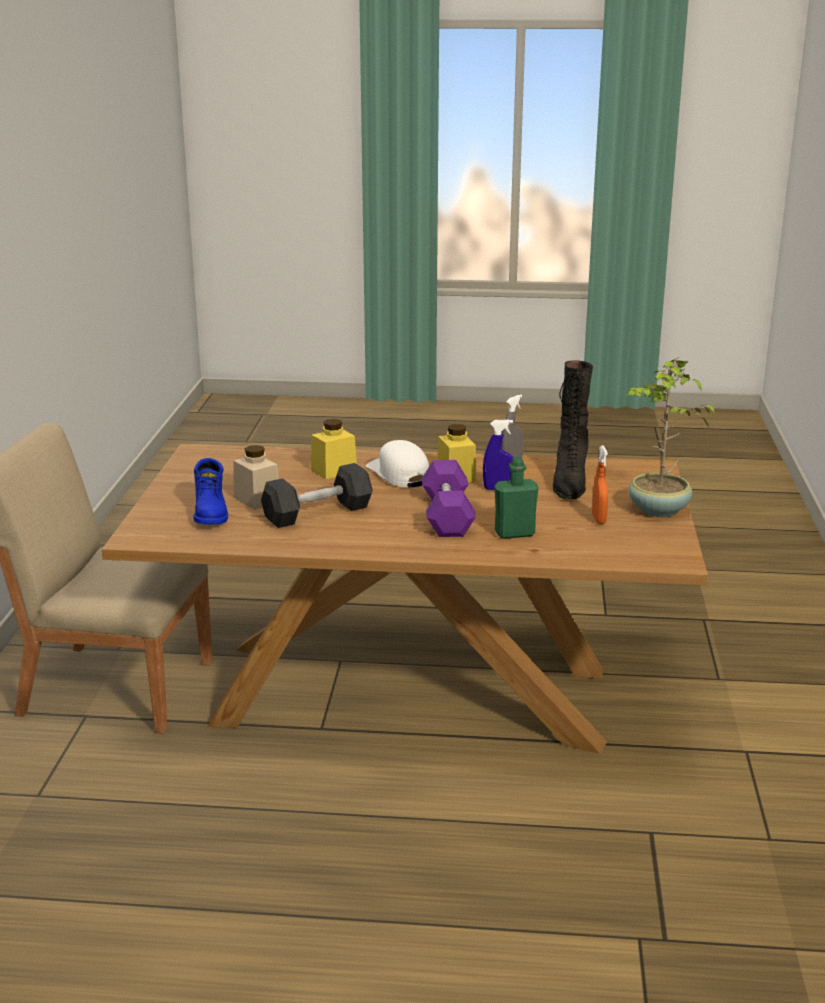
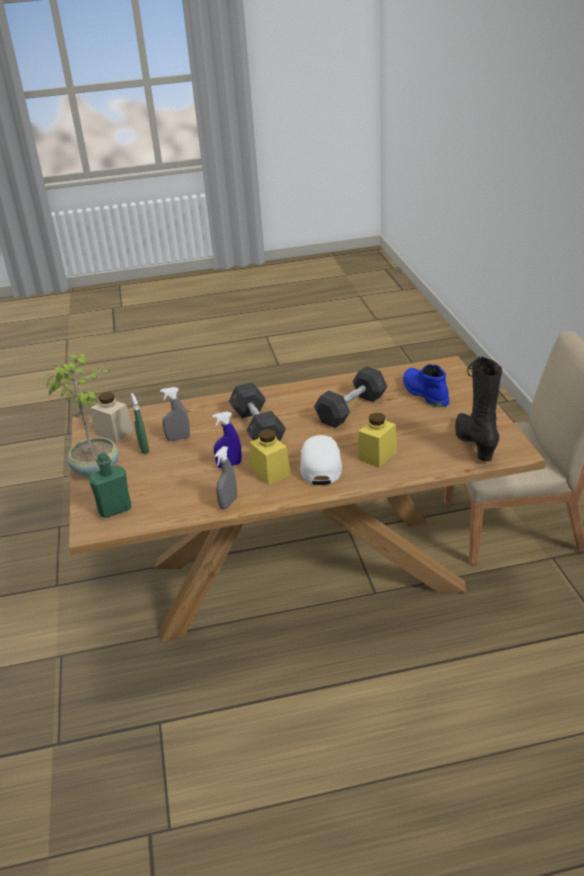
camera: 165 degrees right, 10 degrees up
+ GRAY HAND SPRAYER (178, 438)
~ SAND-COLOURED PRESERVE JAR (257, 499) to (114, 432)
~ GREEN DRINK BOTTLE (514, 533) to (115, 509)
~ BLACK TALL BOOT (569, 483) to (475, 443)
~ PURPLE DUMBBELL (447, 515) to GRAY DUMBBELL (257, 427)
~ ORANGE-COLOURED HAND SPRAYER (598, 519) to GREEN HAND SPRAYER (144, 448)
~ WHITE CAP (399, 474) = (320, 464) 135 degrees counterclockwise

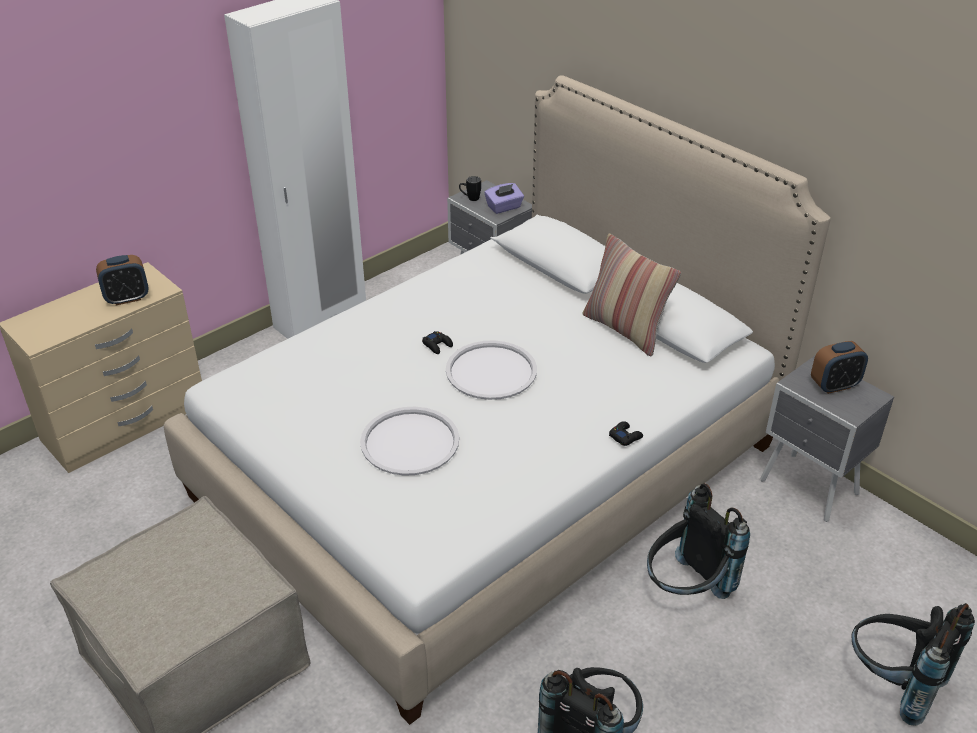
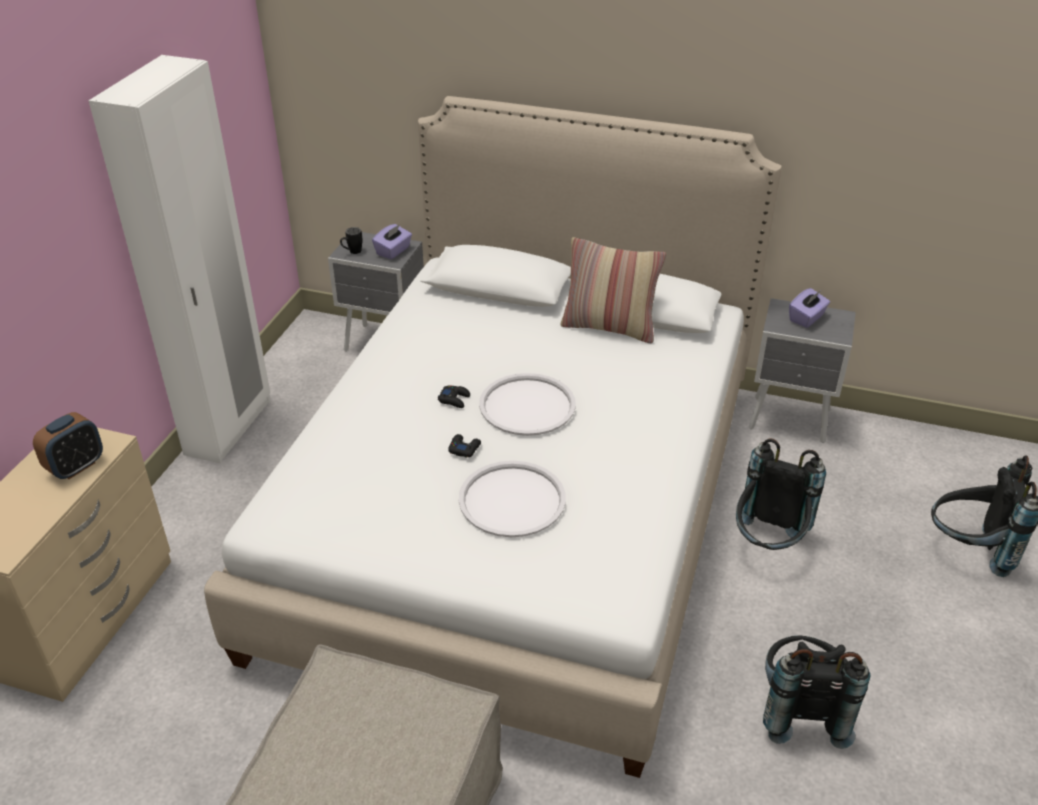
camera: 30 degrees left, 0 degrees up
~ BLACK JOYPAD (625, 436) to (464, 448)
~ ALARM CLOCK (834, 385) to PURPLE TISSUE HOLDER (807, 318)

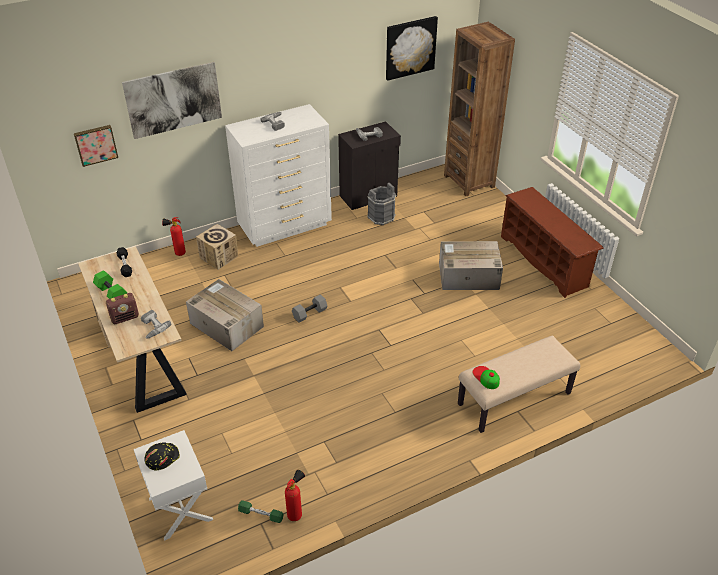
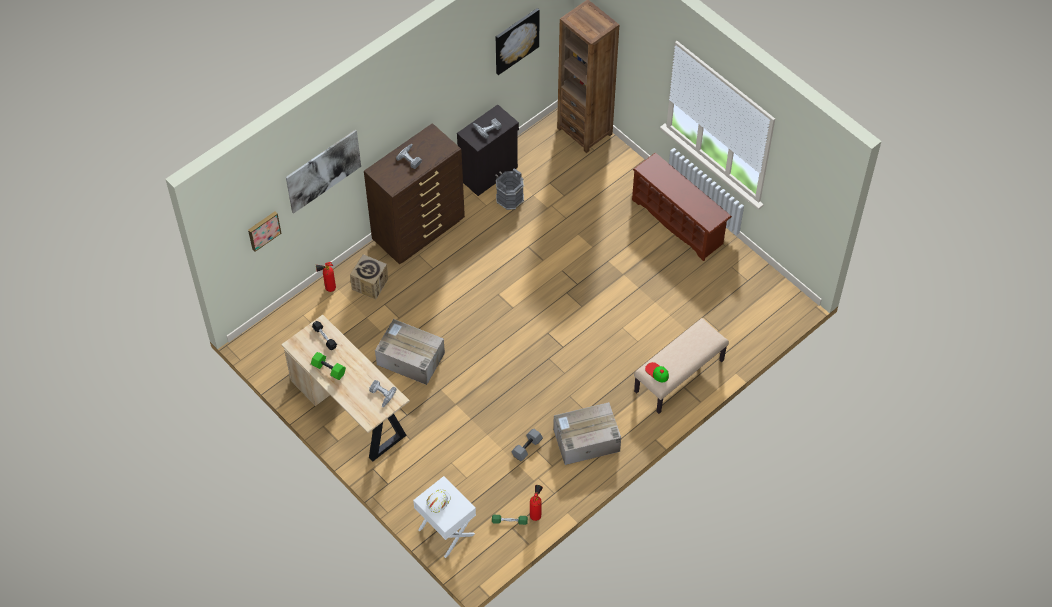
camera: 15 degrees left, 15 degrees up
- RADIO SET (125, 318)
~ GRAY DUMBBELL (310, 314) to (527, 448)
~ CARDBOARD BOX (467, 276) to (585, 440)
~ BLACK SAFETY HELMET (162, 457) to WHITE SAFETY HELMET (438, 501)
~ WHITE DRESSER (285, 226) to BROWN DRESSER (419, 231)

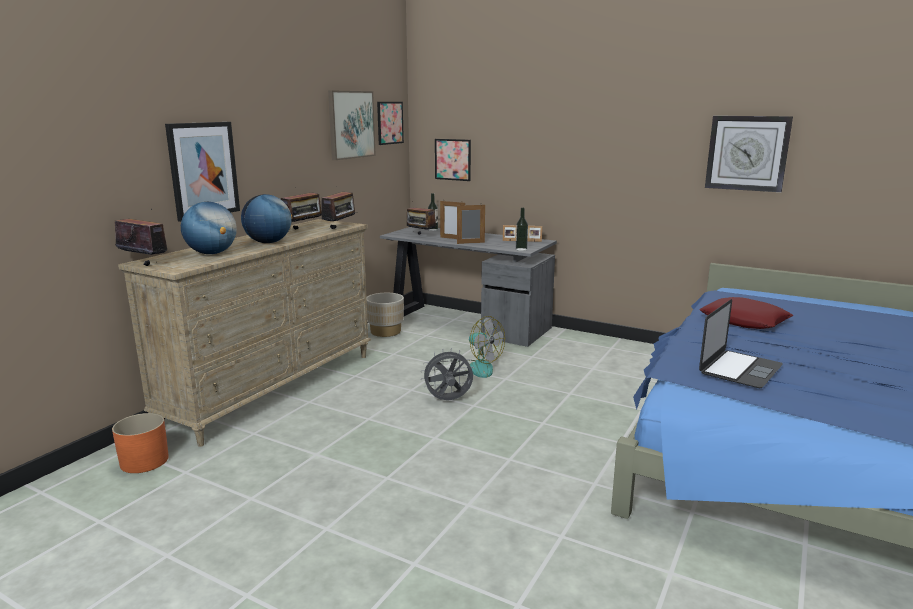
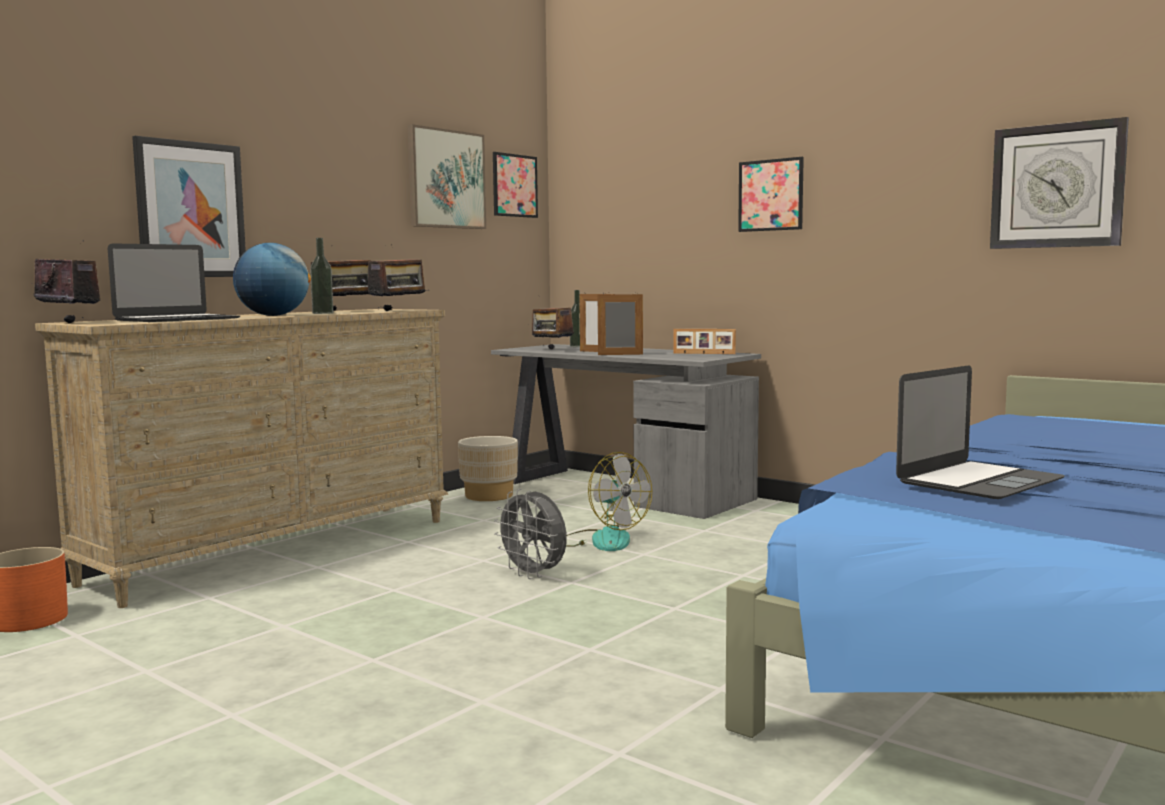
camera: 10 degrees right, 10 degrees down
- RED PILLOW (744, 320)
~ WALL ART (453, 159) to (770, 195)
~ DRINK BOTTLE (521, 249) to (322, 313)
~ GLOBE (212, 253) to NOTEBOOK COMPUTER (177, 319)
~ GRAY FAN (448, 400) = (534, 575) 135 degrees counterclockwise

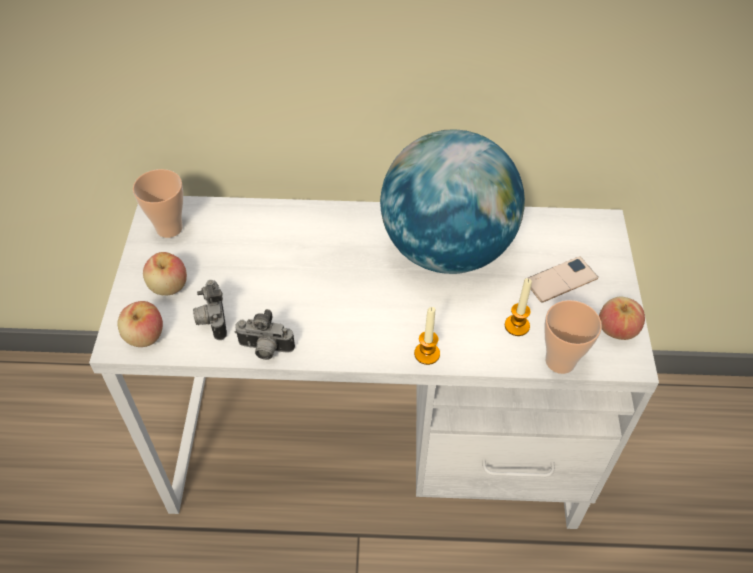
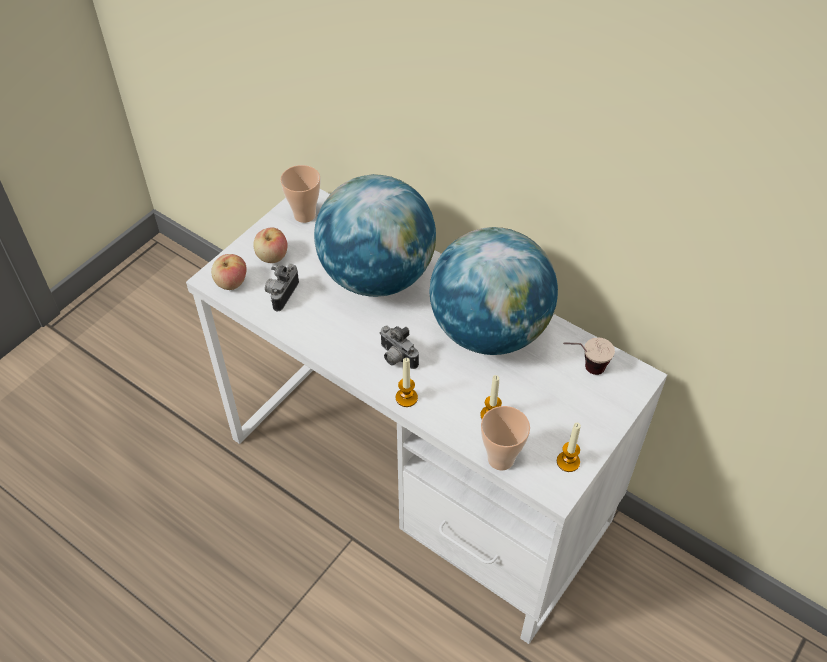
camera: 35 degrees right, 0 degrees up
- HANDSET (560, 280)
+ GLOBE (377, 276)
+ CUP (583, 369)
~ STILL CAMERA (265, 350) to (396, 358)
~ APPLE (616, 330) to WAX CANDLE (568, 462)

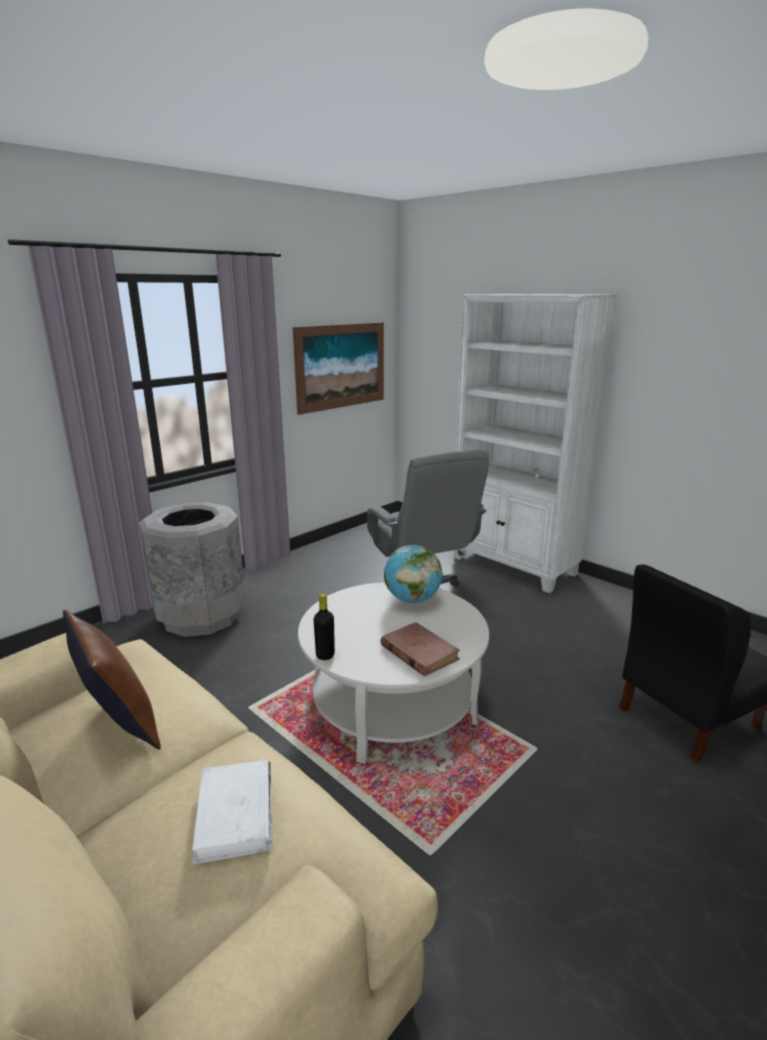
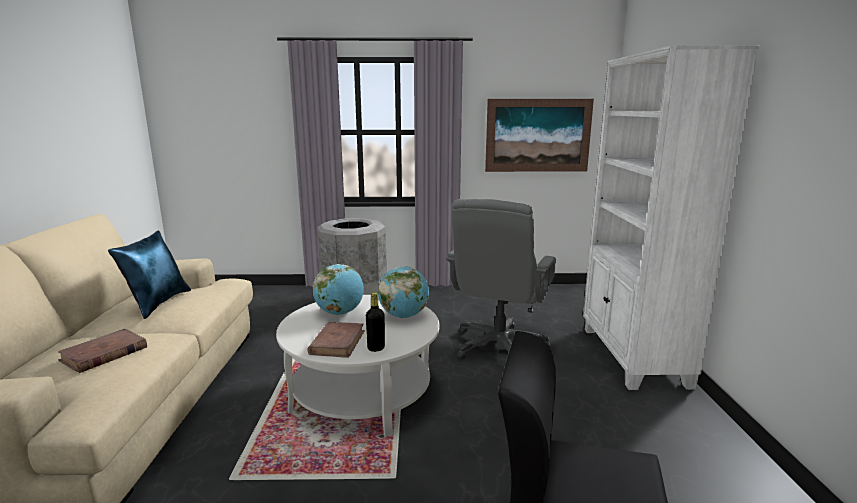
camera: 45 degrees right, 5 degrees down
+ GLOBE (340, 313)
~ BLACK DRINK BOTTLE (325, 655) to (376, 348)
~ BROWN PILLOW (119, 724) to BLUISH PILLOW (158, 303)
~ WHITE VOLUME (235, 813) to BROWN VOLUME (104, 354)

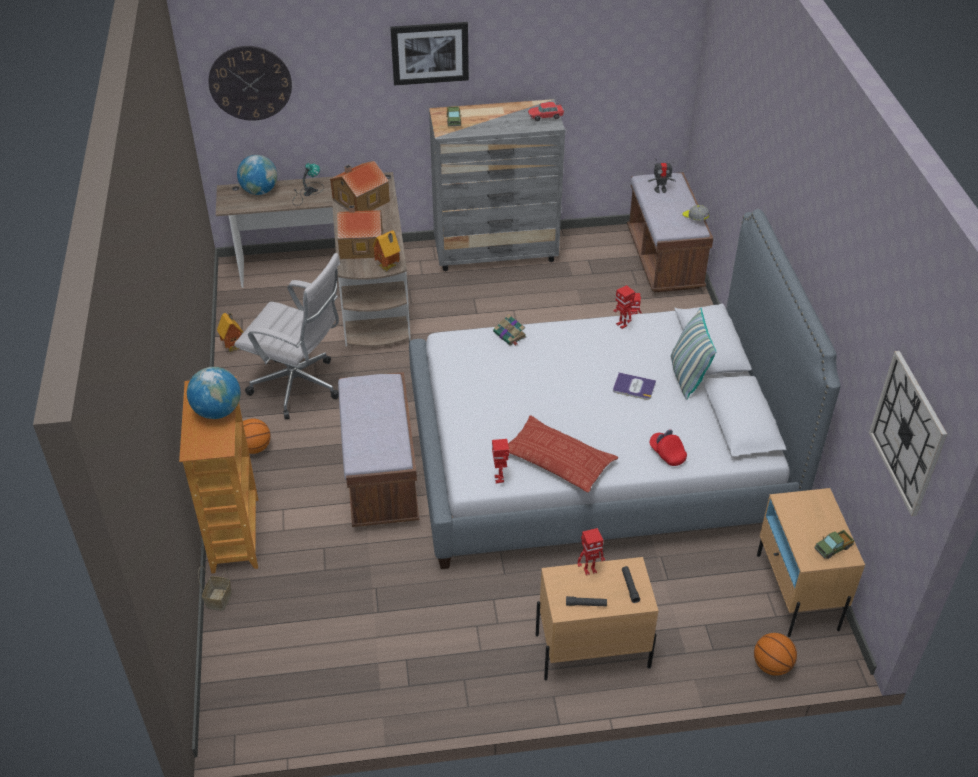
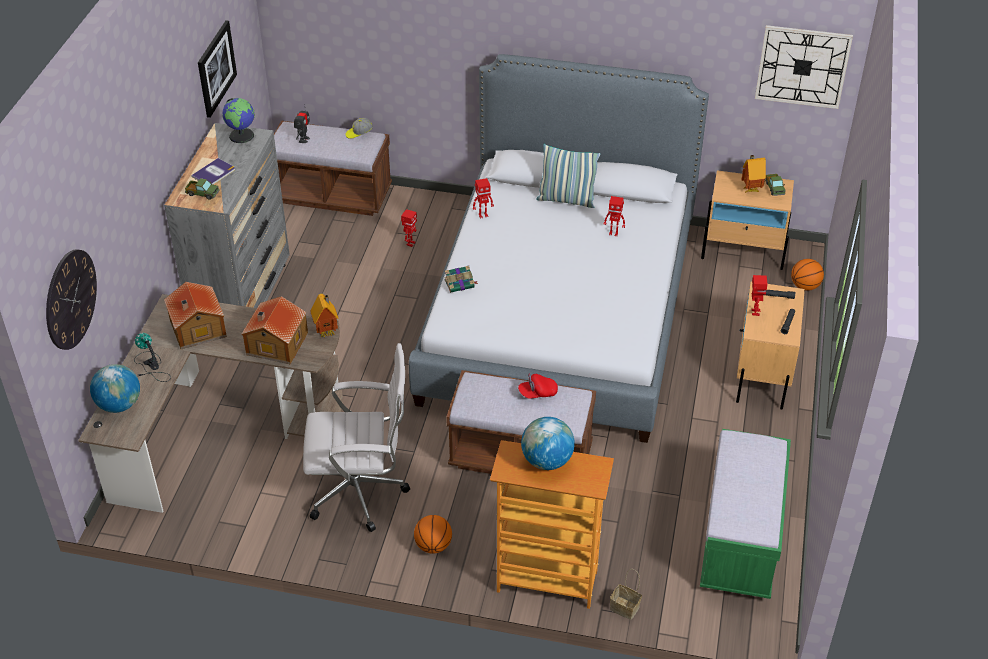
camera: 70 degrees left, 0 degrees up
- PILLOW (558, 459)
+ GREEN INDOOR BENCH (740, 541)
~ TOY HOUSE (234, 347) to (750, 189)
~ WALL ART (430, 53) to (215, 68)
~ MODEL ROBOT (499, 479) to (613, 233)
~ VOLUME (634, 387) to (214, 173)
~ RED CAP (667, 454) to (537, 393)
~ TOY CAR (545, 116) to GLOBE (242, 135)
~ WHITE OFFICE CHAIR (300, 387) = (362, 493) 45 degrees clockwise

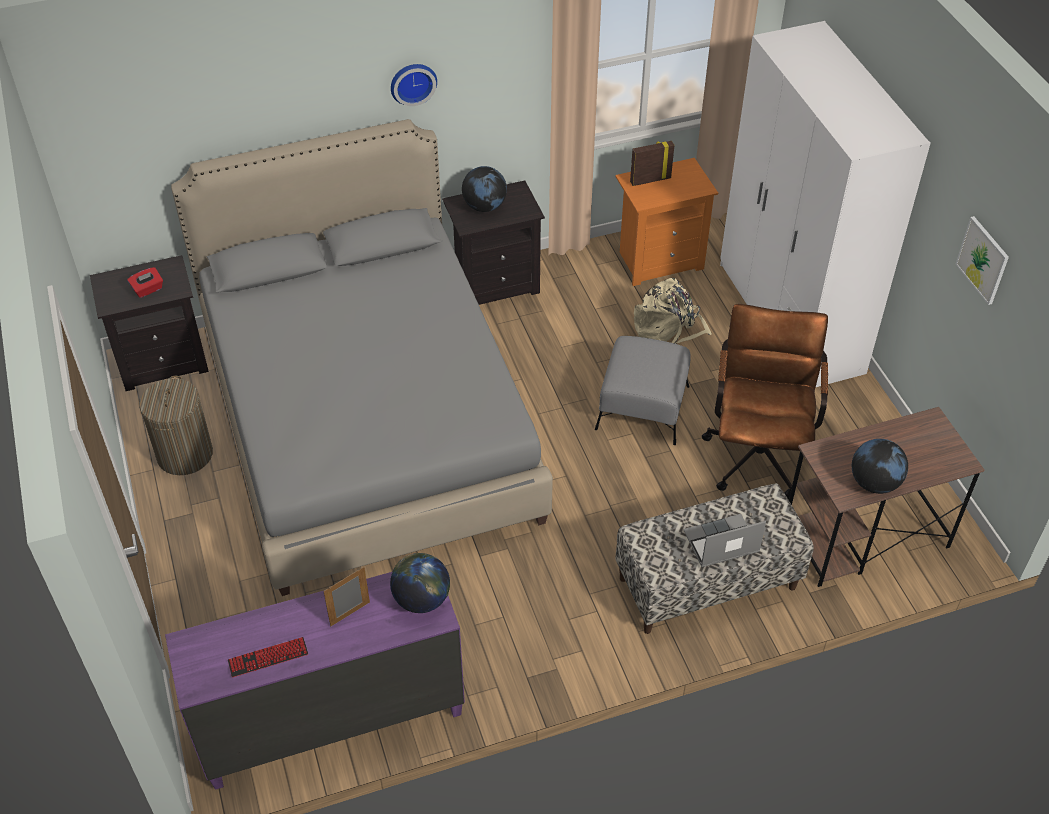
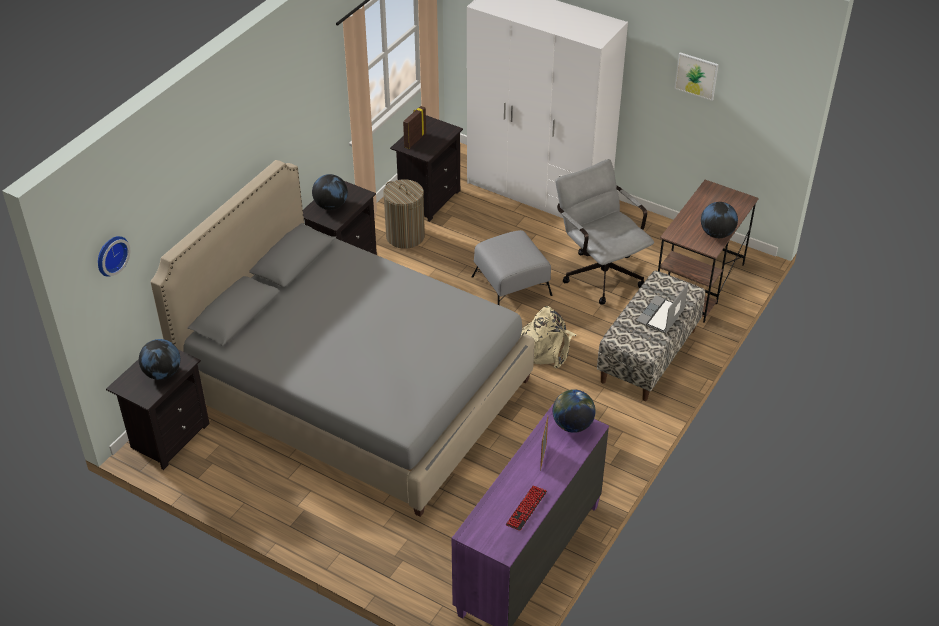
camera: 40 degrees left, 5 degrees down
~ WASHING BASKET (185, 454) to (405, 236)
~ HANGING CLOCK (412, 82) to (110, 254)
~ SAND-COLOURED RUCKSACK (668, 330) to (546, 348)
~ RED TISSUE HOLDER (148, 289) to GLOBE (162, 373)
~ ORANGE-COLOURED BEDSIDE TABLE (659, 260) to BLACK BEDSIDE TABLE (428, 199)
~ BROWN OFFICE CHAIR (758, 450) to GRAY OFFICE CHAIR (599, 272)

